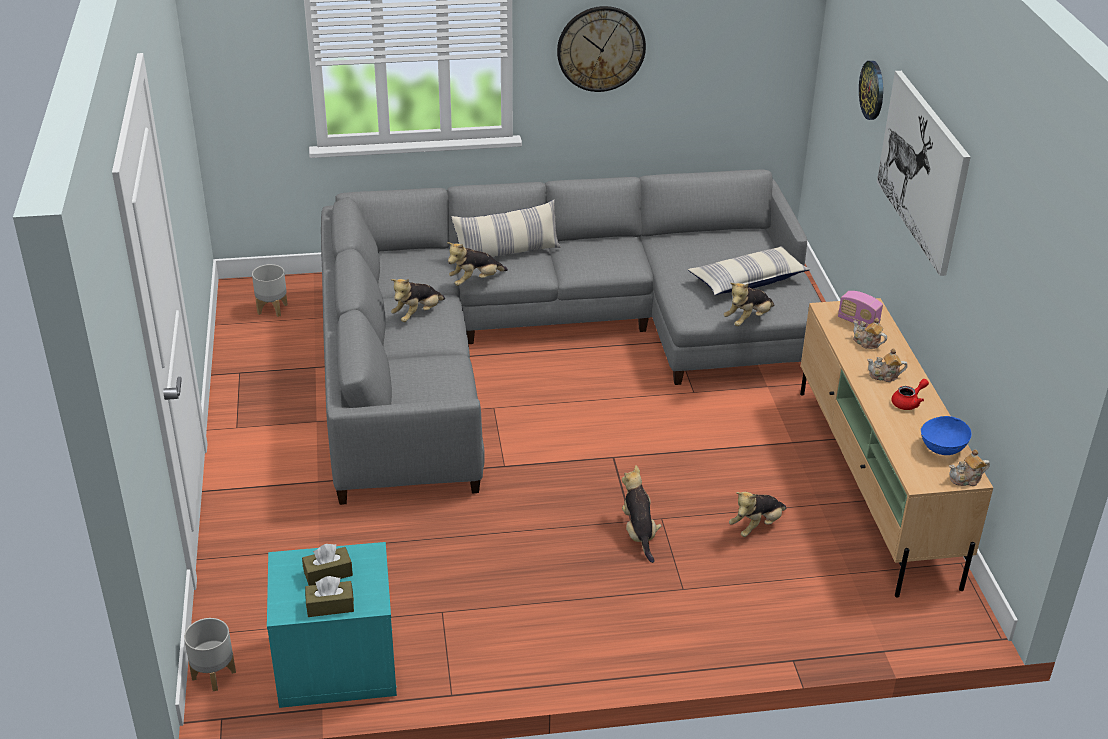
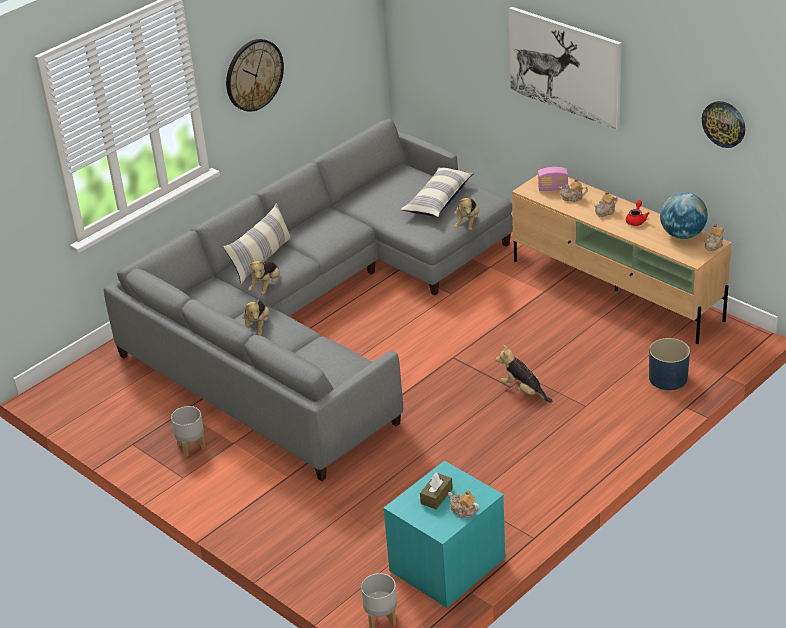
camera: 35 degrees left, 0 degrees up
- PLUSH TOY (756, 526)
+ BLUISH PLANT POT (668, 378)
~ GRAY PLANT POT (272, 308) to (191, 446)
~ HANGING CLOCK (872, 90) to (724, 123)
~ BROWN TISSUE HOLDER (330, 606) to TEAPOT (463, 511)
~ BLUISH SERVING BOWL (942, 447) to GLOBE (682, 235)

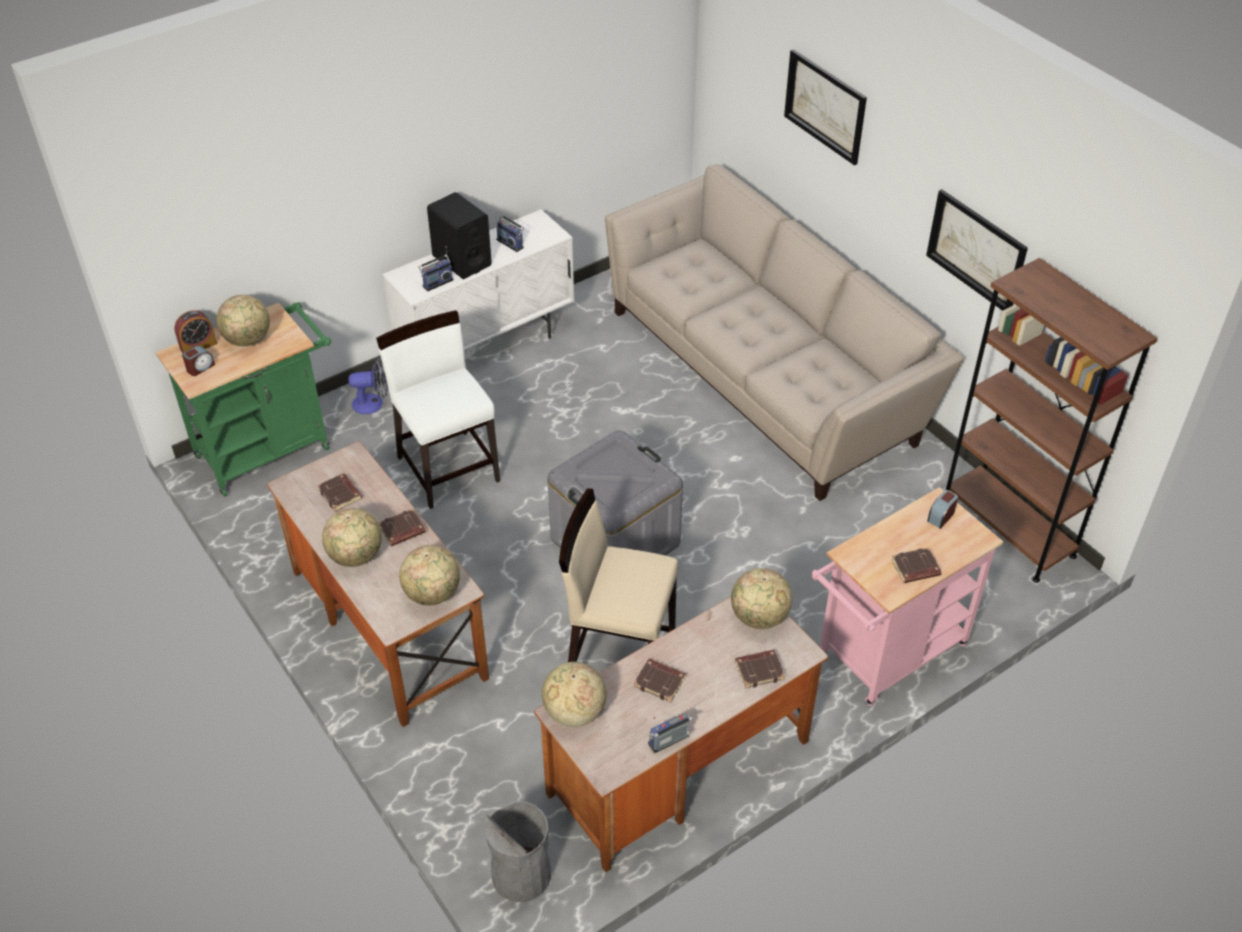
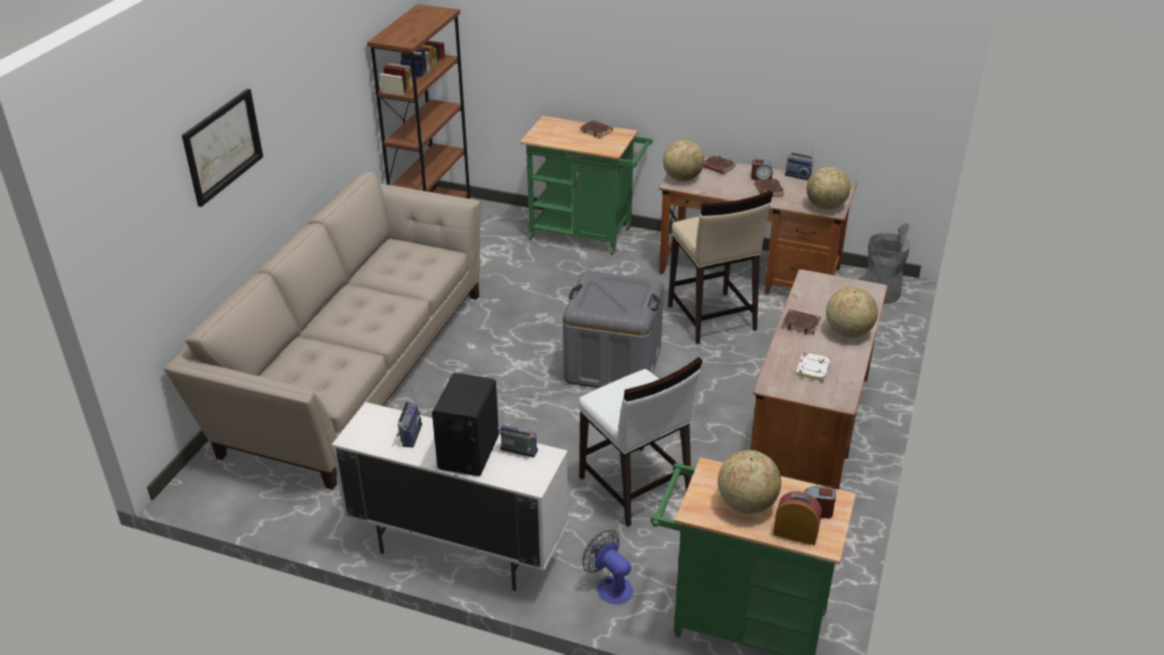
camera: 125 degrees left, 10 degrees down
- GLOBE (433, 594)
- WALL ART (976, 250)
~ ALARM CLOCK (941, 516) to (761, 177)
~ BROWN VOLUME (341, 494) to WHITE VOLUME (812, 369)
~ PINK TROLLEY (884, 655) to GREEN TROLLEY (587, 235)
~ WHITE PLAIN CHAIR (448, 468) = (635, 486) 60 degrees counterclockwise

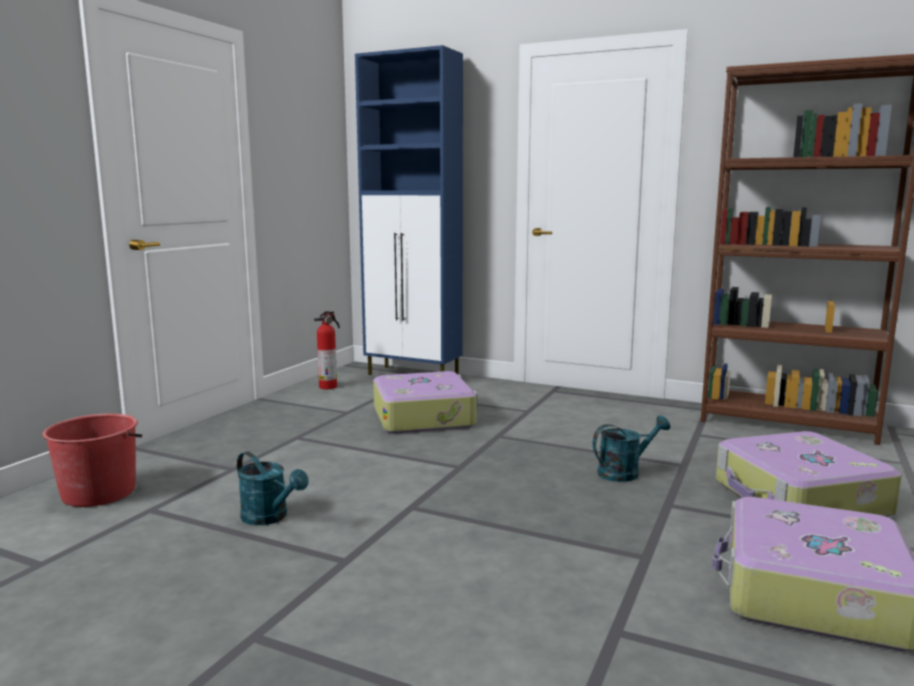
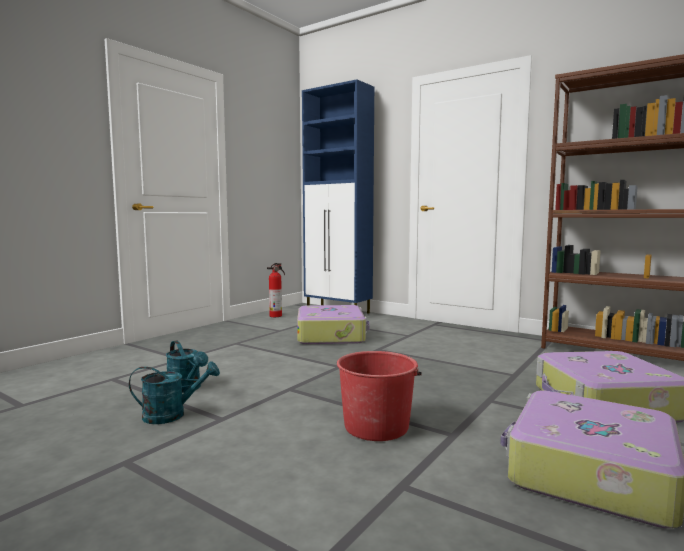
camera: 10 degrees right, 5 degrees down
~ RED BUCKET (99, 492) to (376, 426)
~ TURQUOISE-COLOURED SPRINKLING CAN (625, 472) to (172, 415)

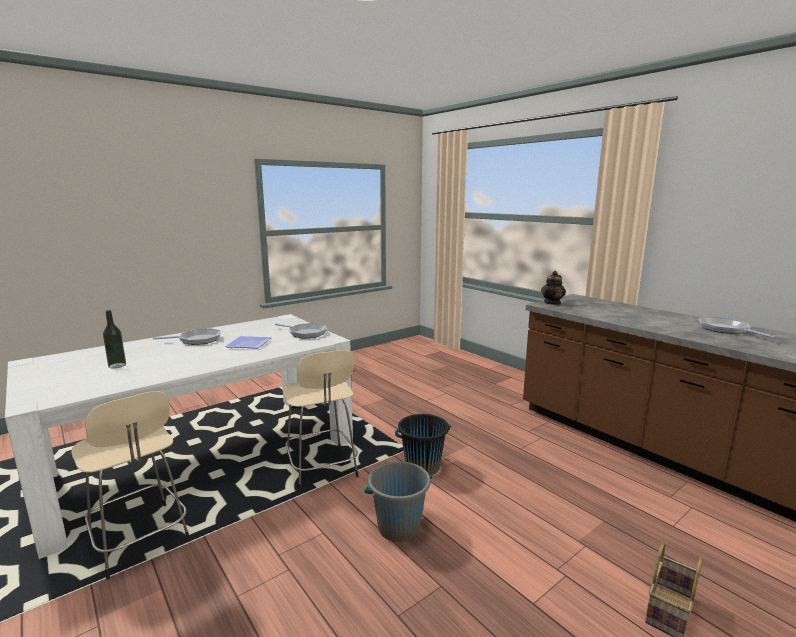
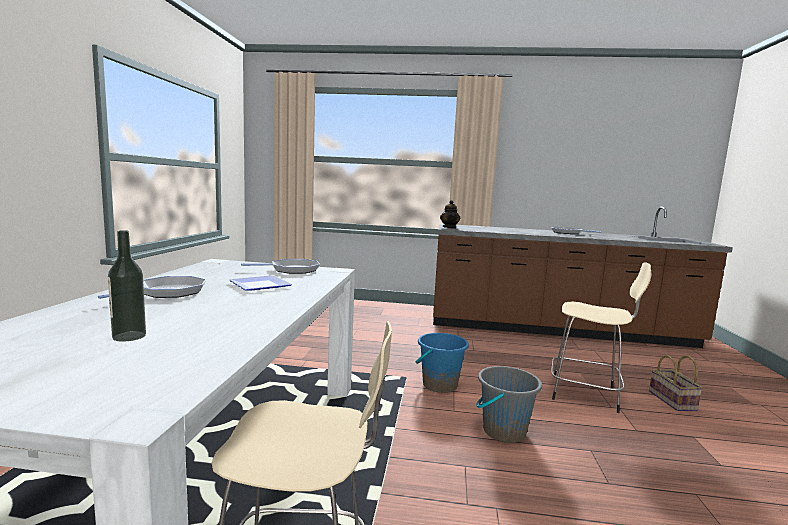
camera: 45 degrees left, 5 degrees down
~ SAND-COLOURED SITTING STOOL (322, 470) to (587, 394)
~ BLACK BUCKET (422, 466) to BLUISH BUCKET (439, 385)

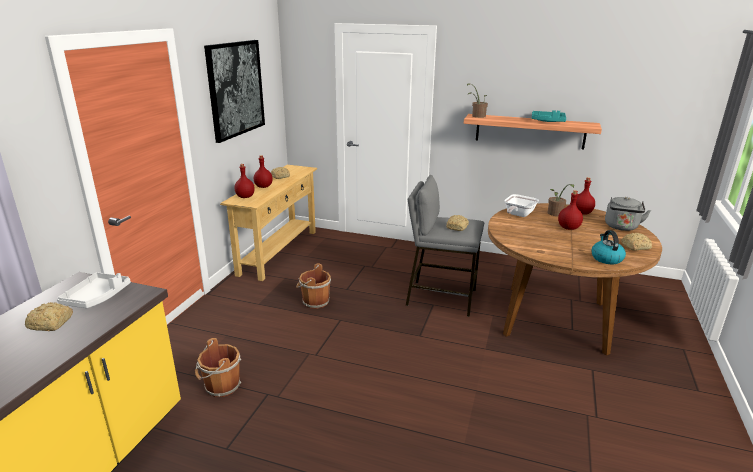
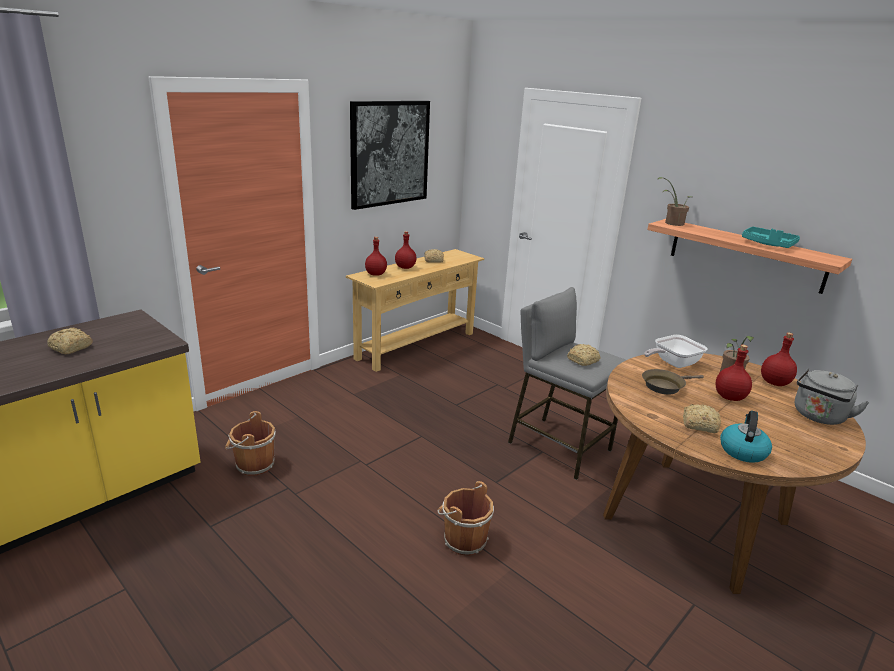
camera: 25 degrees right, 0 degrees up
- WHITE CARRYING TRAY (97, 297)
+ BROWN PAN (665, 386)
~ BROWN BUCKET (314, 302) to (463, 539)
~ BREAD (634, 247) to (698, 424)

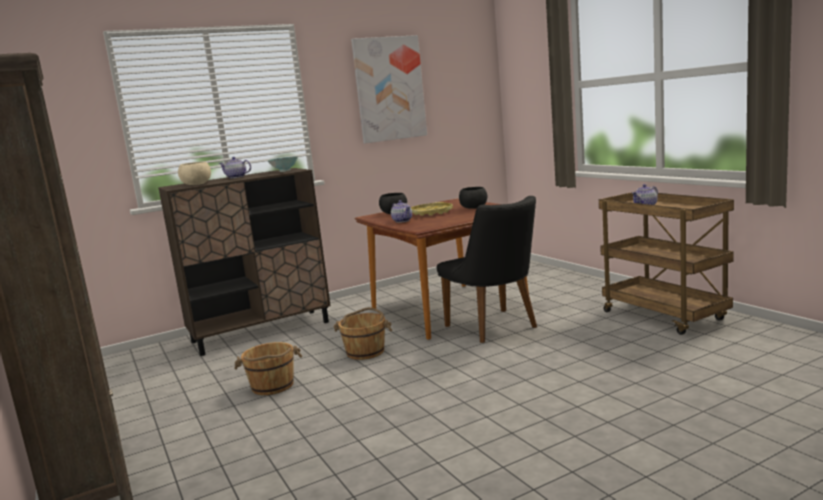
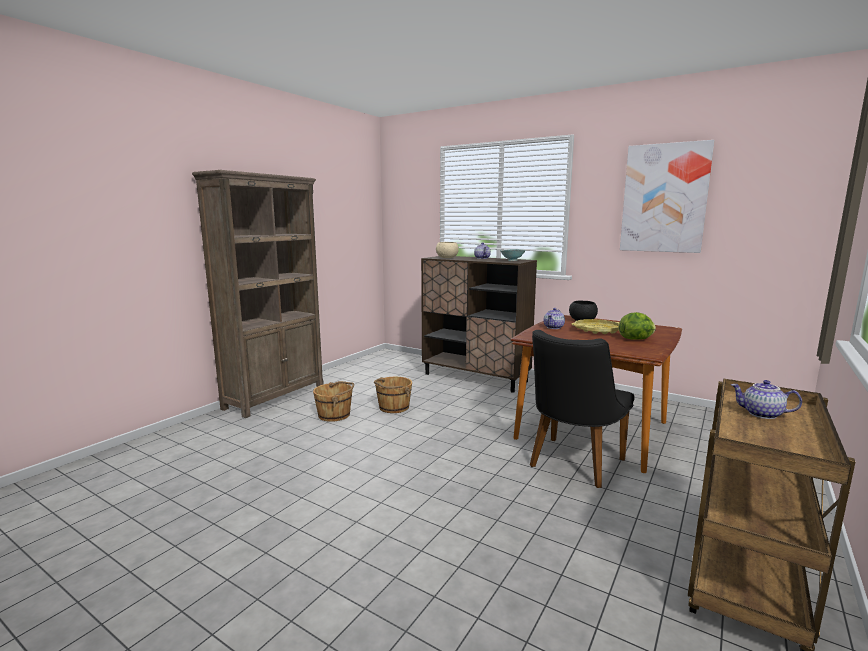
camera: 60 degrees right, 0 degrees up
~ BROWN BUCKET (366, 351) to (335, 415)
~ BLACK SERVING BOWL (473, 208) to LETTUCE (636, 339)

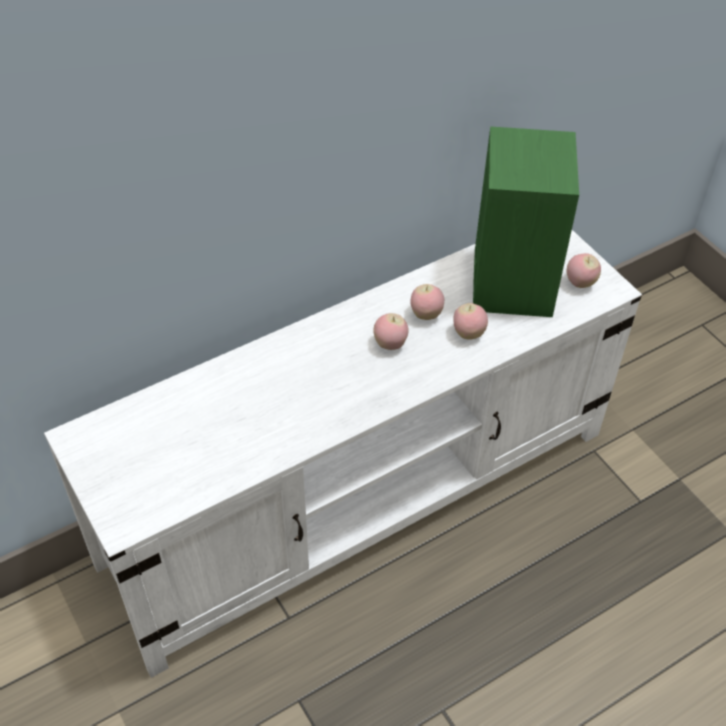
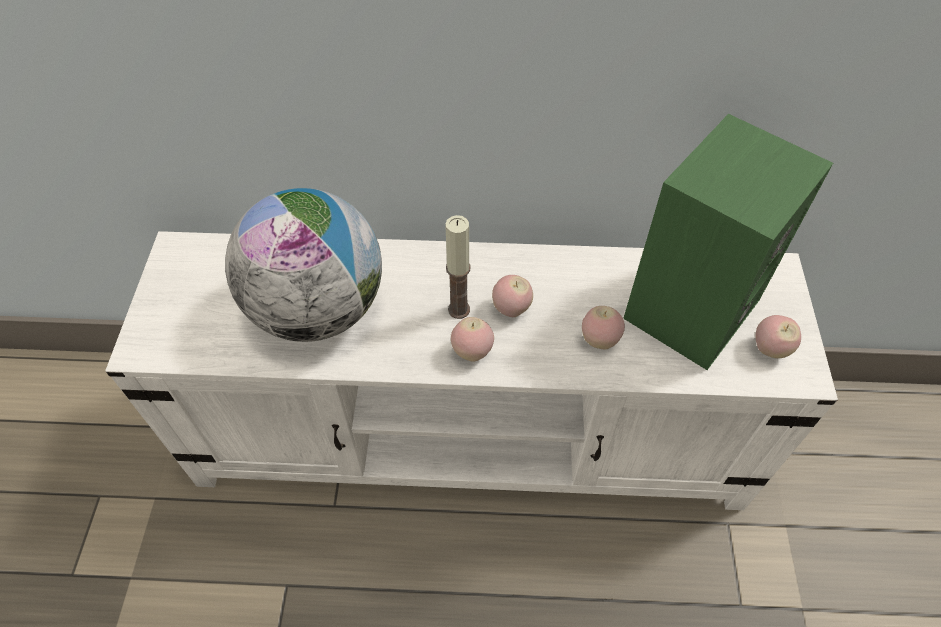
camera: 35 degrees right, 5 degrees up
+ GLOBE (318, 309)
+ WAX CANDLE (459, 309)
~ APPLE (426, 314) to (472, 351)

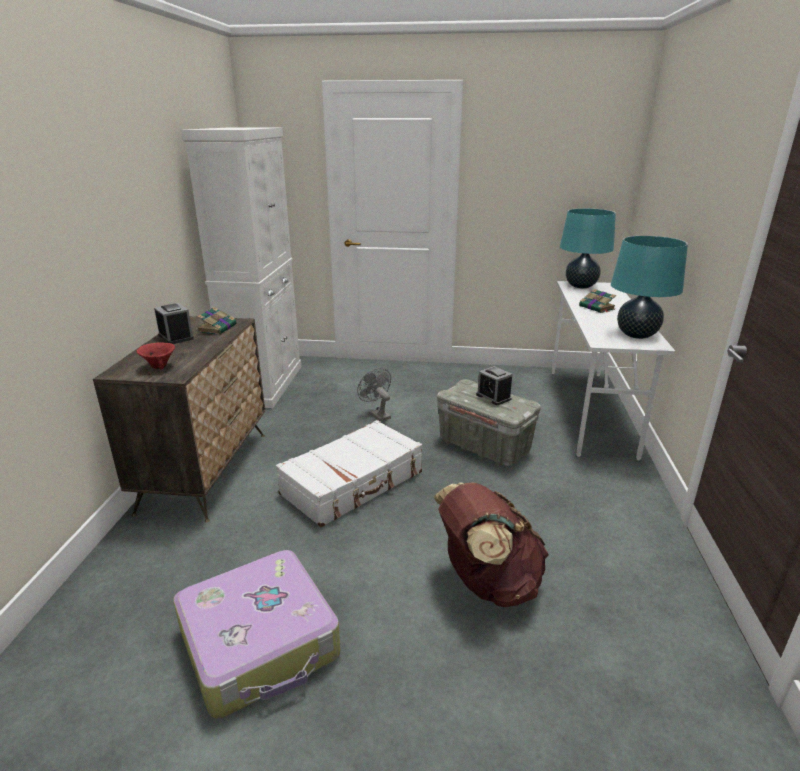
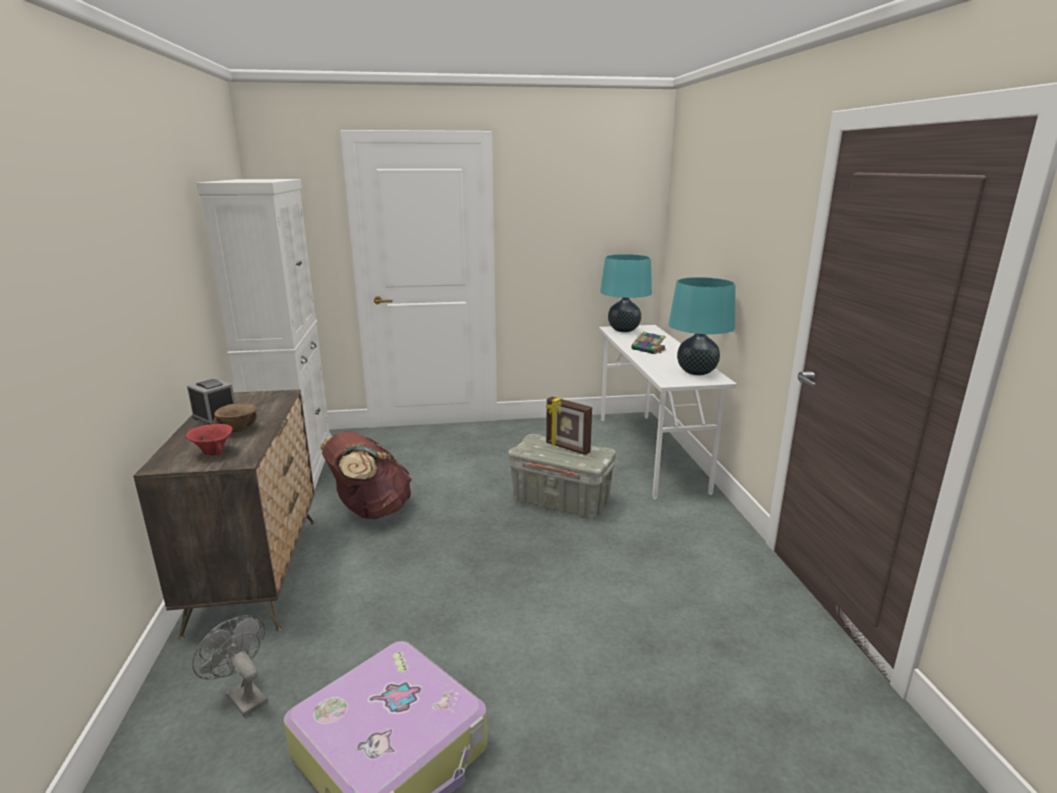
camera: 15 degrees left, 5 degrees down
- VOLUME (217, 328)
- WHITE TRAVEL CASE (353, 483)
+ BROWN SERVING BOWL (238, 430)
~ GRAY FAN (377, 414) to (242, 696)
~ BROWN RUCKSACK (487, 582) to (370, 510)
~ ALARM CLOCK (493, 397) to PHOTO FRAME (567, 448)

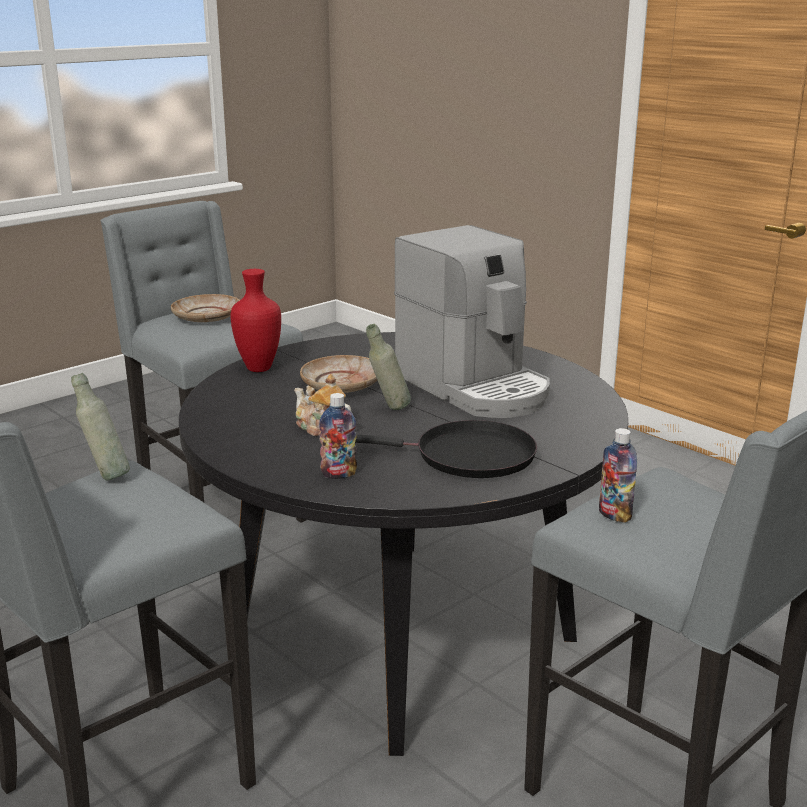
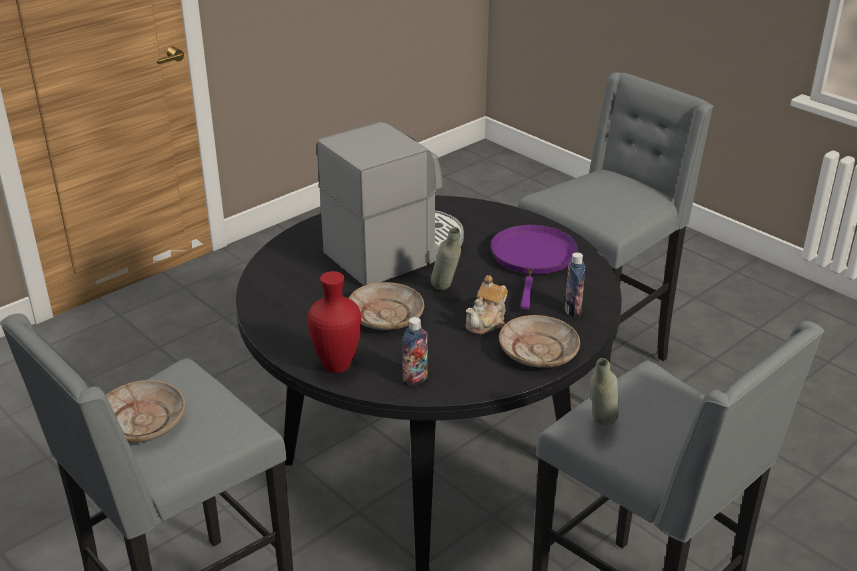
camera: 90 degrees left, 10 degrees up
+ SAND-COLOURED DINNER PLATE (538, 351)
~ DRINK BOTTLE (614, 515) to (415, 379)
~ BLACK PAN (466, 456) to PURPLE PAN (533, 259)

